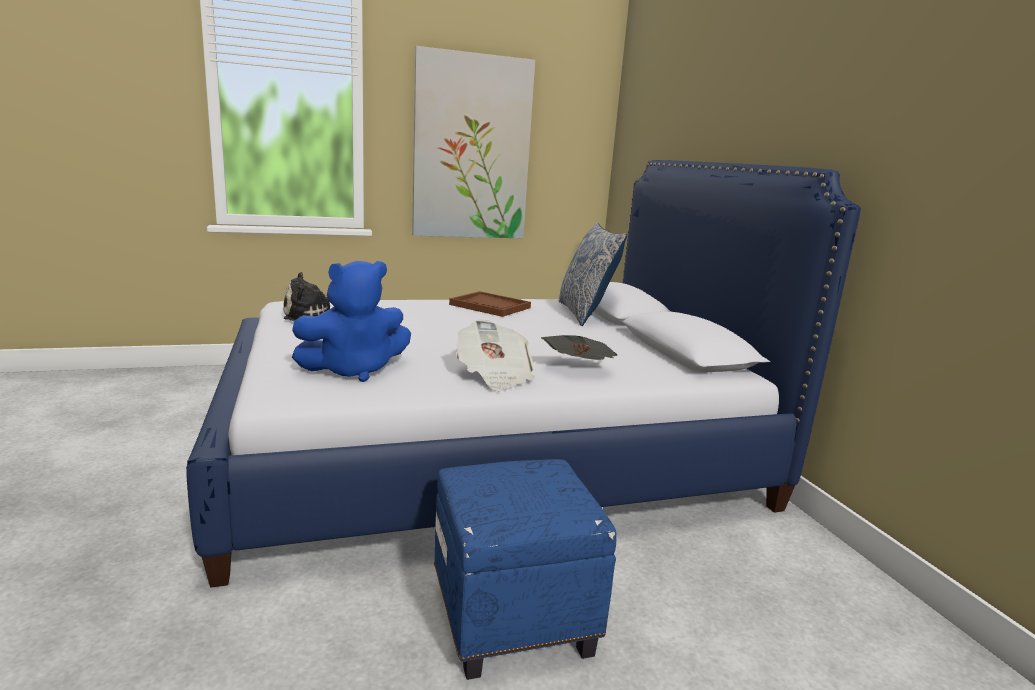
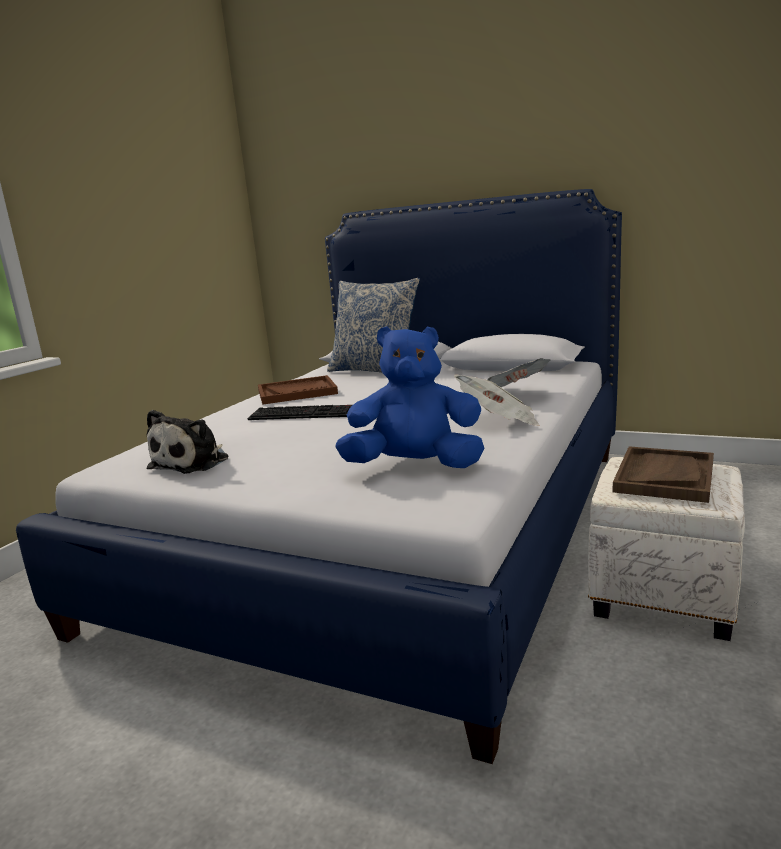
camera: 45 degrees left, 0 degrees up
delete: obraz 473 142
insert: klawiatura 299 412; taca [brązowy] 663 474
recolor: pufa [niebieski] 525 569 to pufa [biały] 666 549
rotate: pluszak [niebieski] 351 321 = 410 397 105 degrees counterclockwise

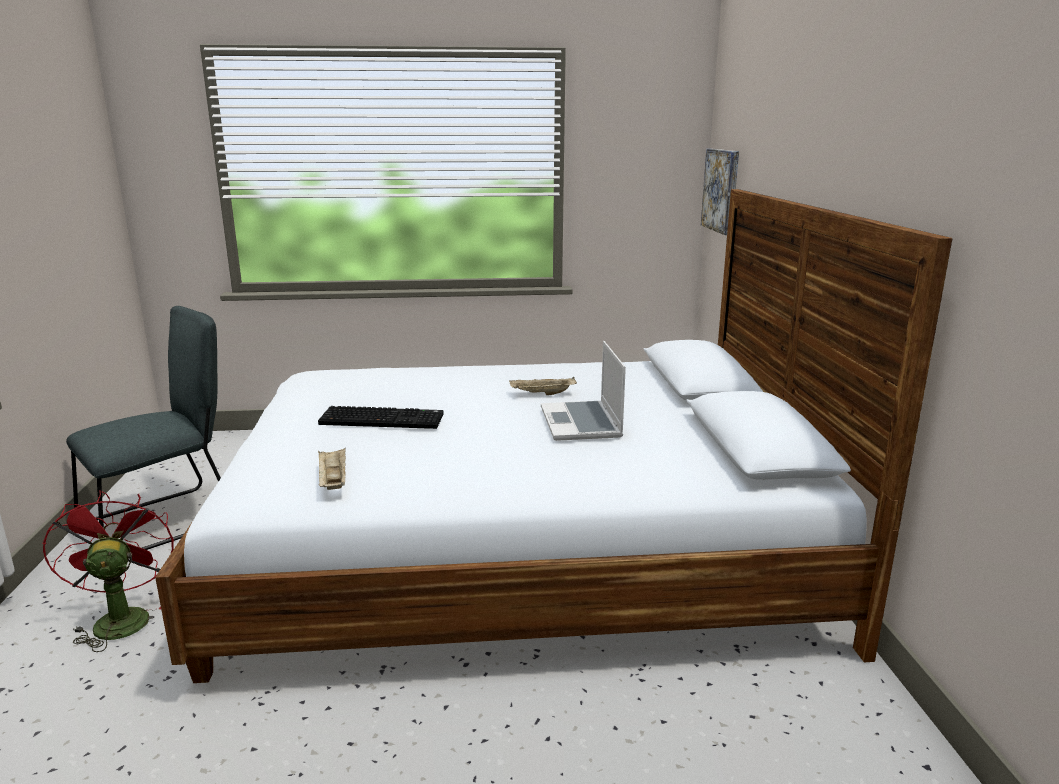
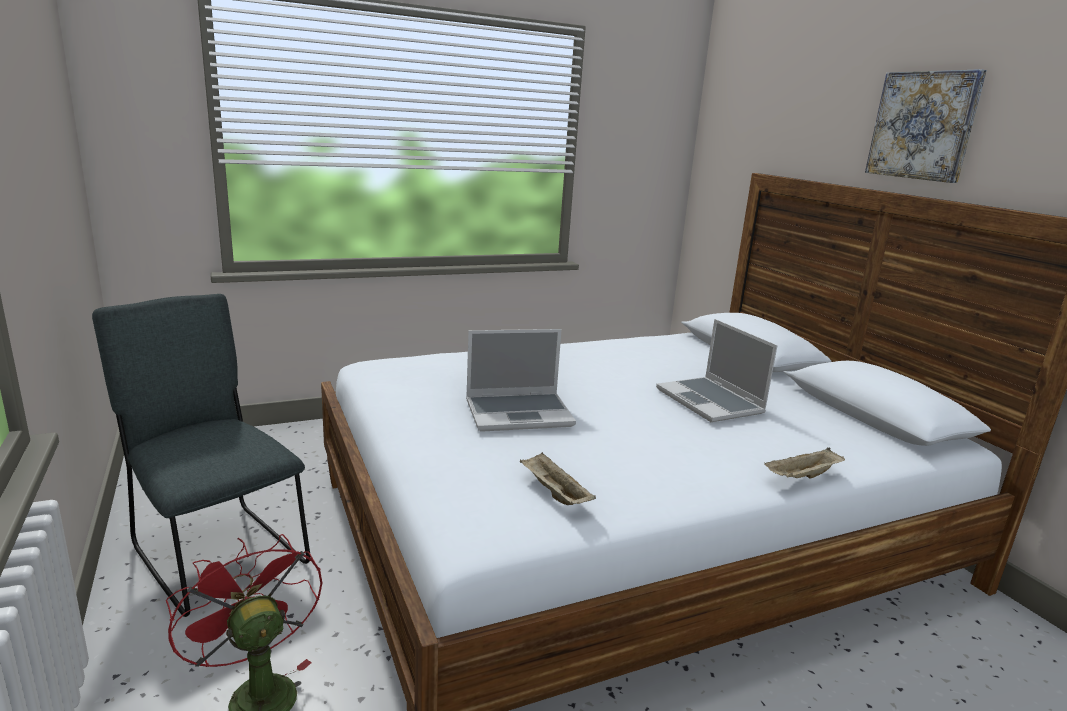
camera: 20 degrees left, 0 degrees up
move: taca [beżowy] 543 386 to 804 463; obraz 720 192 to 926 126
replace: klawiatura 381 417 to laptop 521 380
rotate: krzesło [szary] 143 428 = 201 455 75 degrees counterclockwise

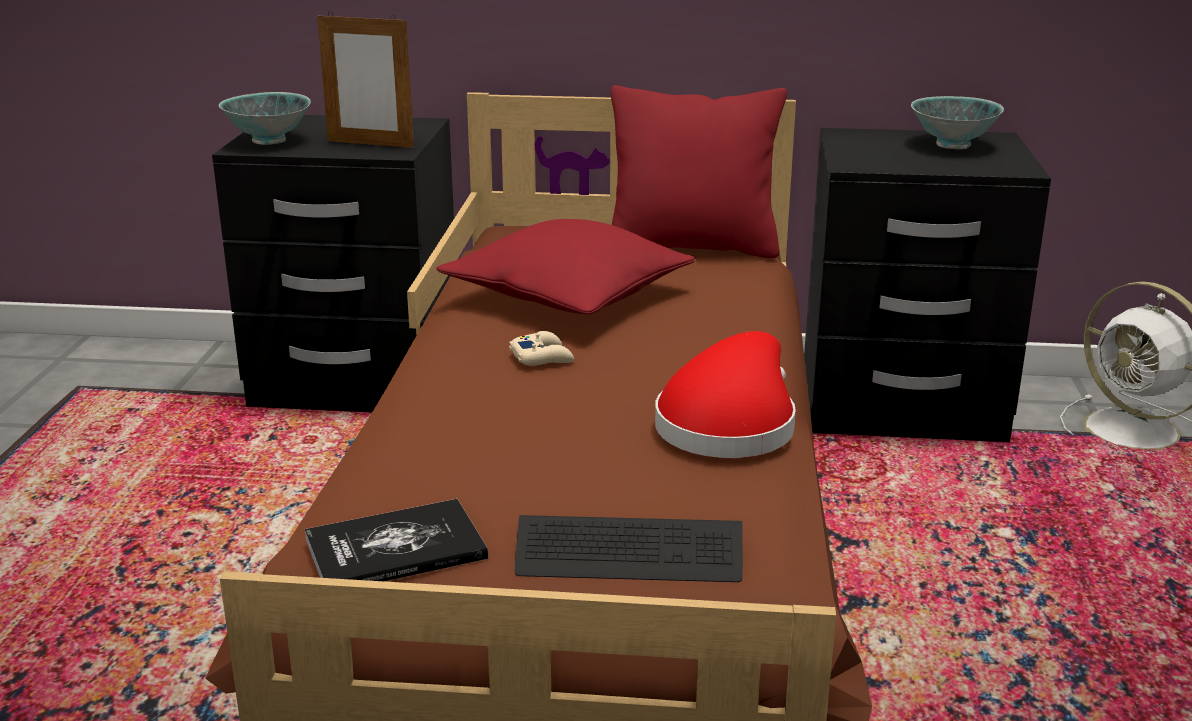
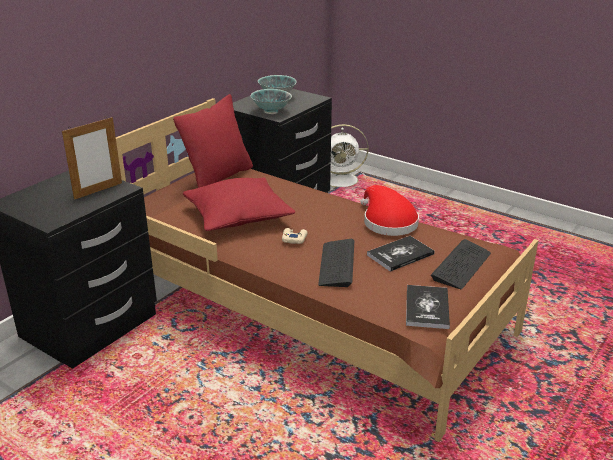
camera: 60 degrees left, 5 degrees up
insert: klawiatura 336 263; książka 401 254
move: miska 265 118 to 271 101

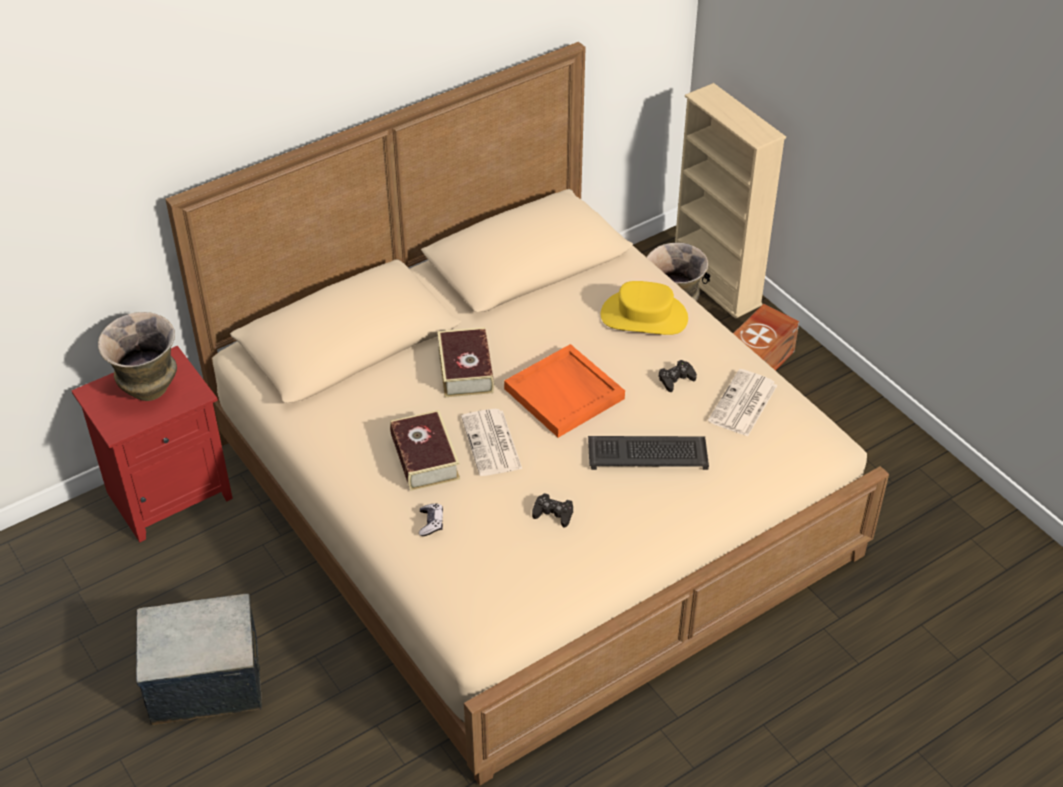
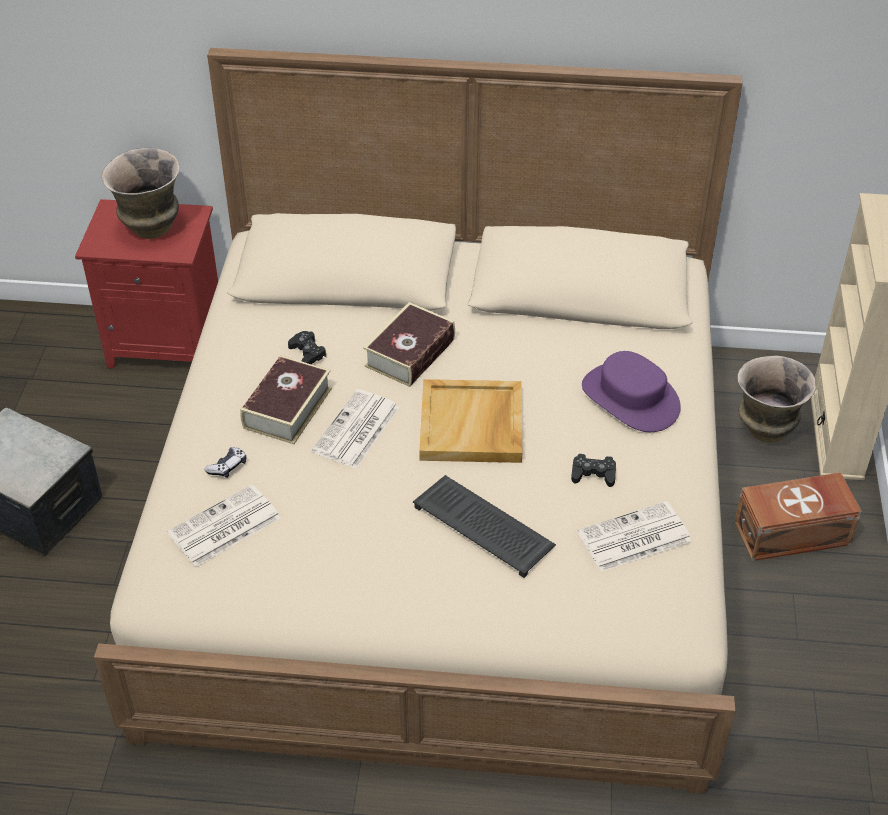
camera: 40 degrees right, 0 degrees up
insert: gazeta 224 525
move: pad do gier [czarny] 552 510 to 307 347
recolor: taca [pomarańczowy] 564 391 to taca [beżowy] 470 421; kapelusz [żółty] 644 308 to kapelusz [fioletowy] 631 391

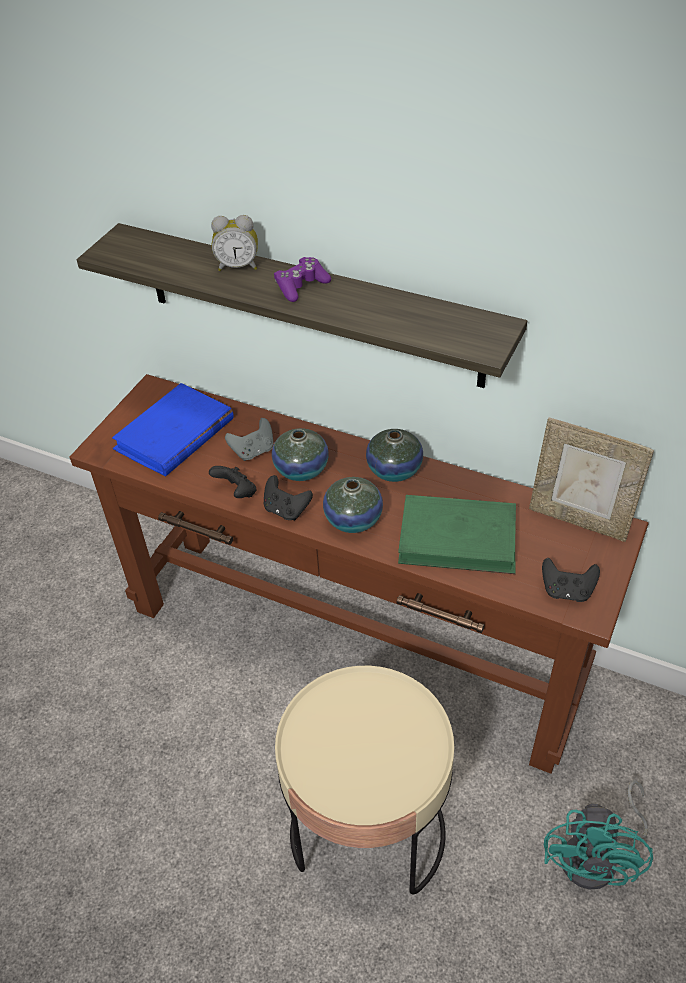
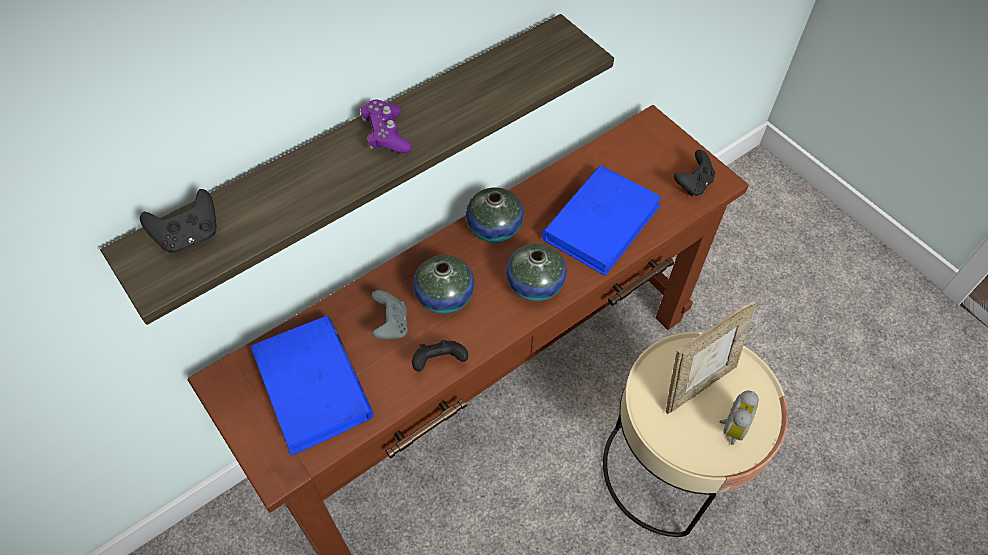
camera: 65 degrees left, 10 degrees up
delete: wentylator [turkusowy] 598 835
move: budzik 234 243 to 739 417; pad do gier [czarny] 288 497 to 178 221; ramka na zdjęcie 591 479 to 711 357
recolor: książka [zielony] 457 534 to książka [niebieski] 602 220

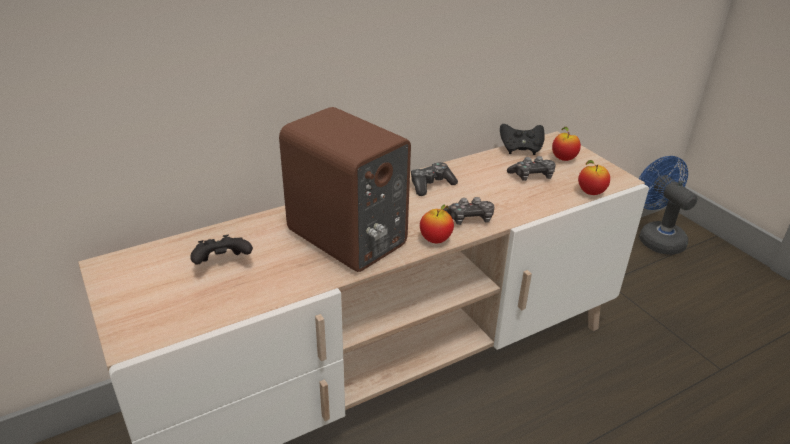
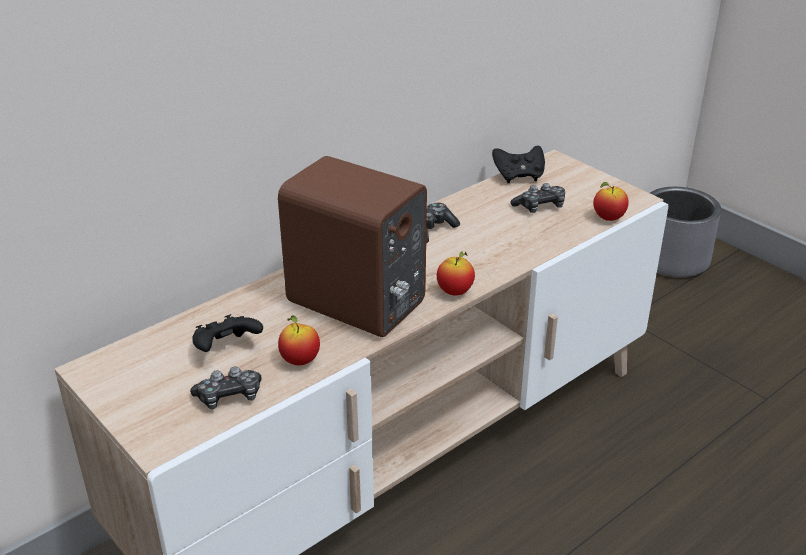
camera: 10 degrees left, 0 degrees up
move: pad do gier 468 211 to 226 387; jabłko 566 144 to 299 340
replace: wentylator [niebieski] 668 205 to donica [szary] 685 232

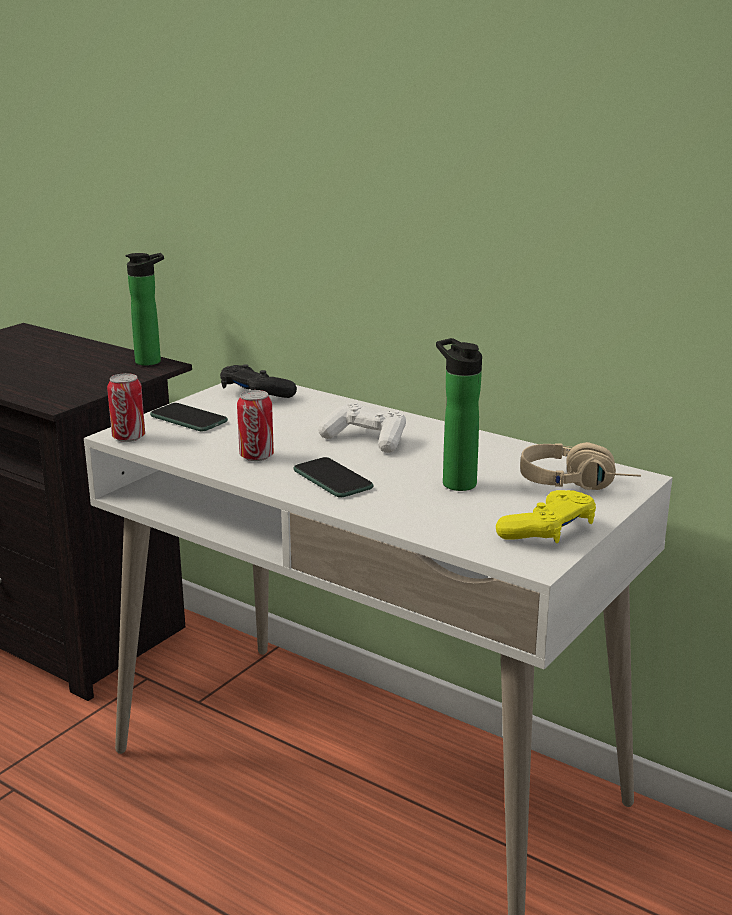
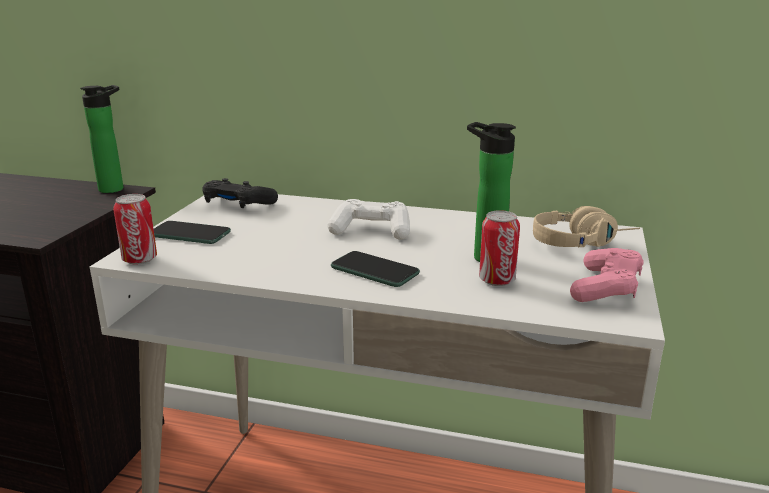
camera: 20 degrees left, 0 degrees up
move: puszka 255 425 to 499 248
recolor: pad do gier [żółty] 546 516 to pad do gier [różowy] 607 275

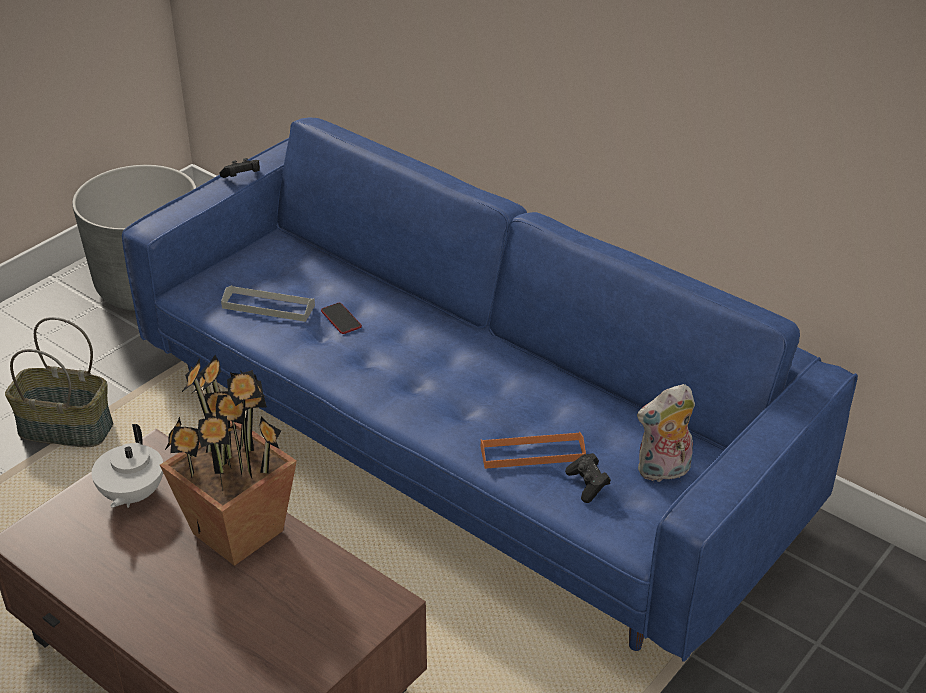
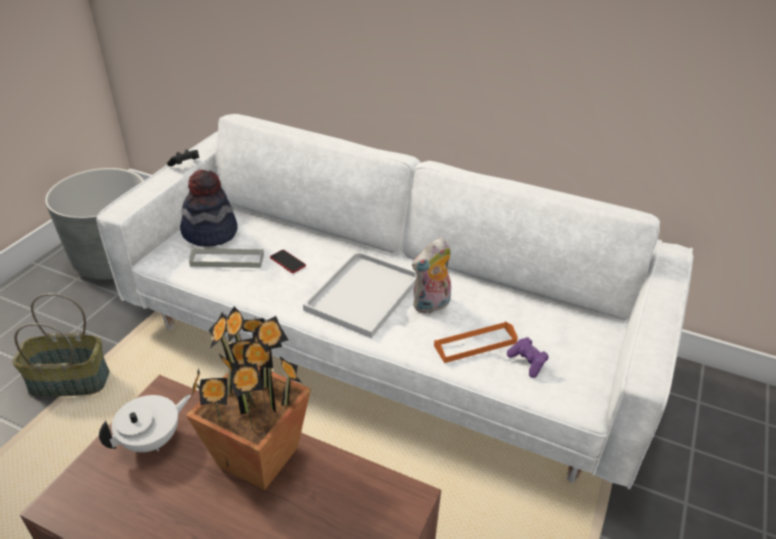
camera: 15 degrees left, 0 degrees up
insert: kapelusz 209 208; taca [biały] 360 294
move: pluszak 666 433 to 431 275
recolor: kanapa [niebieski] 490 390 to kanapa [biały] 394 301; pad do gier [czarny] 588 478 to pad do gier [fioletowy] 528 357
rotate: imbryk [biały] 127 466 = 145 423 120 degrees counterclockwise

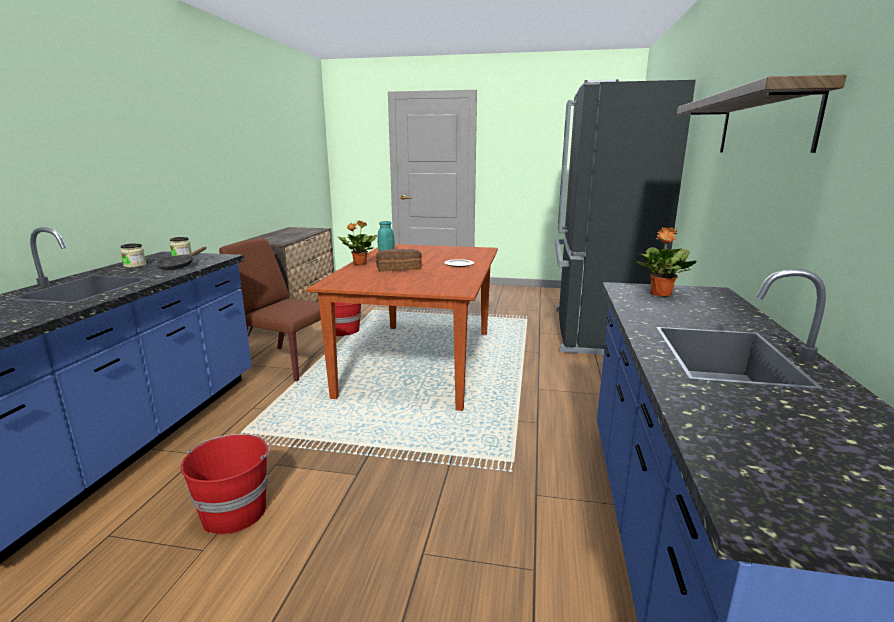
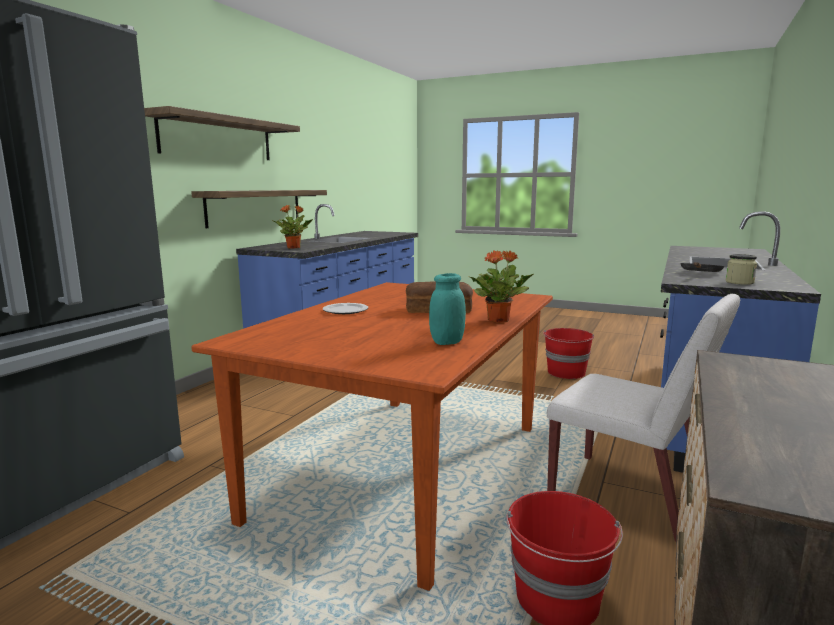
camera: 165 degrees left, 5 degrees down
delete: słoik 133 255
insert: półka 259 209
recolor: krzesło [brązowy] 270 309 to krzesło [biały] 643 418

